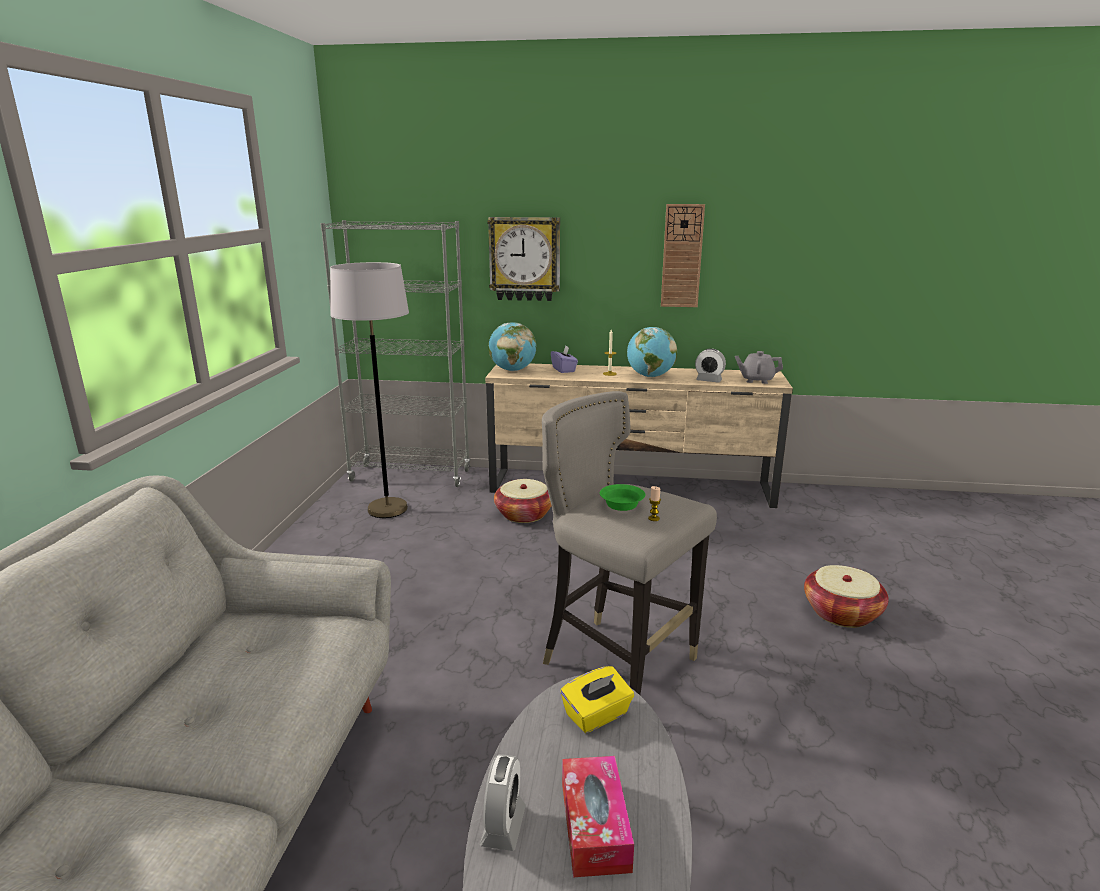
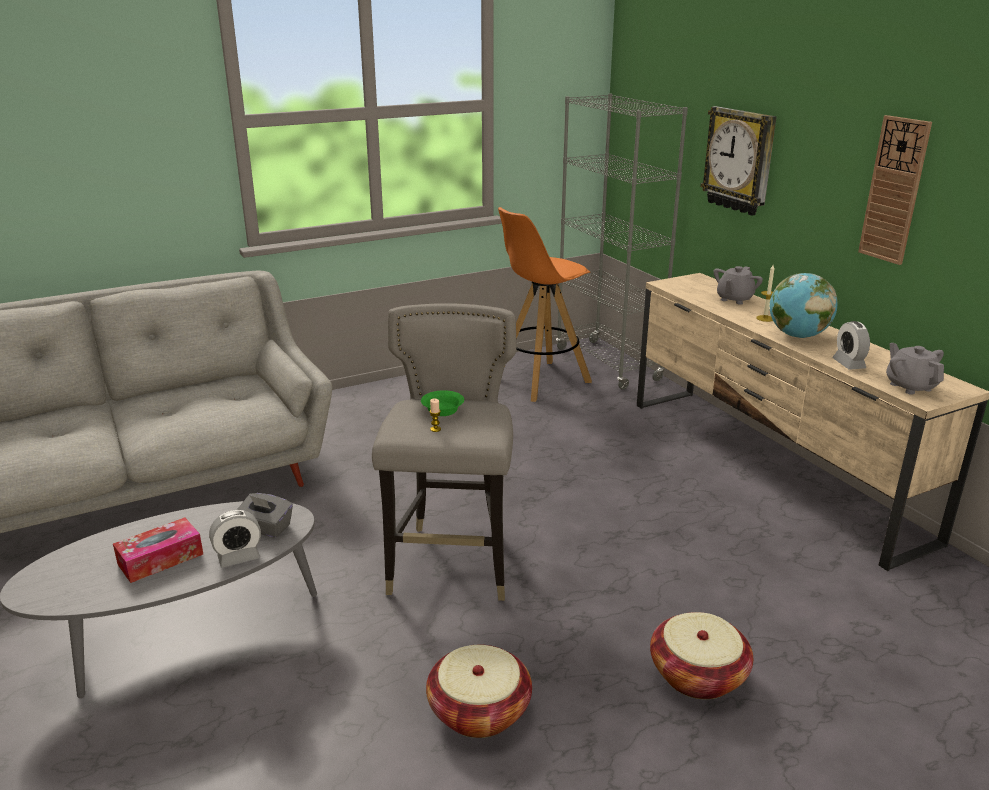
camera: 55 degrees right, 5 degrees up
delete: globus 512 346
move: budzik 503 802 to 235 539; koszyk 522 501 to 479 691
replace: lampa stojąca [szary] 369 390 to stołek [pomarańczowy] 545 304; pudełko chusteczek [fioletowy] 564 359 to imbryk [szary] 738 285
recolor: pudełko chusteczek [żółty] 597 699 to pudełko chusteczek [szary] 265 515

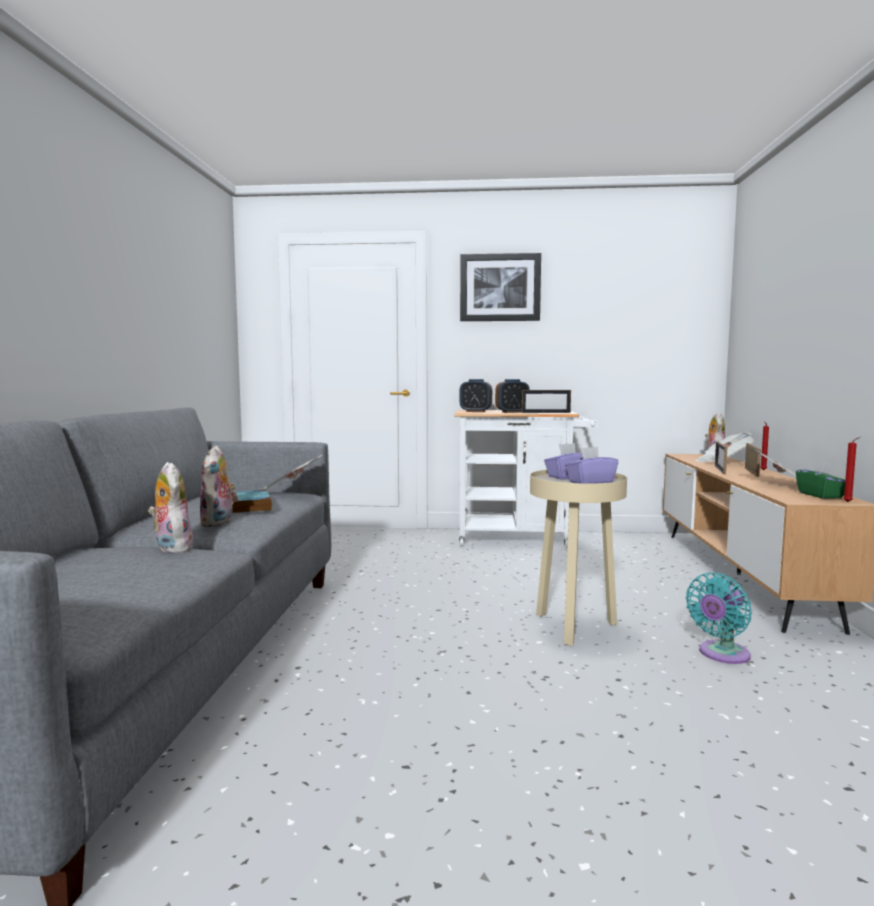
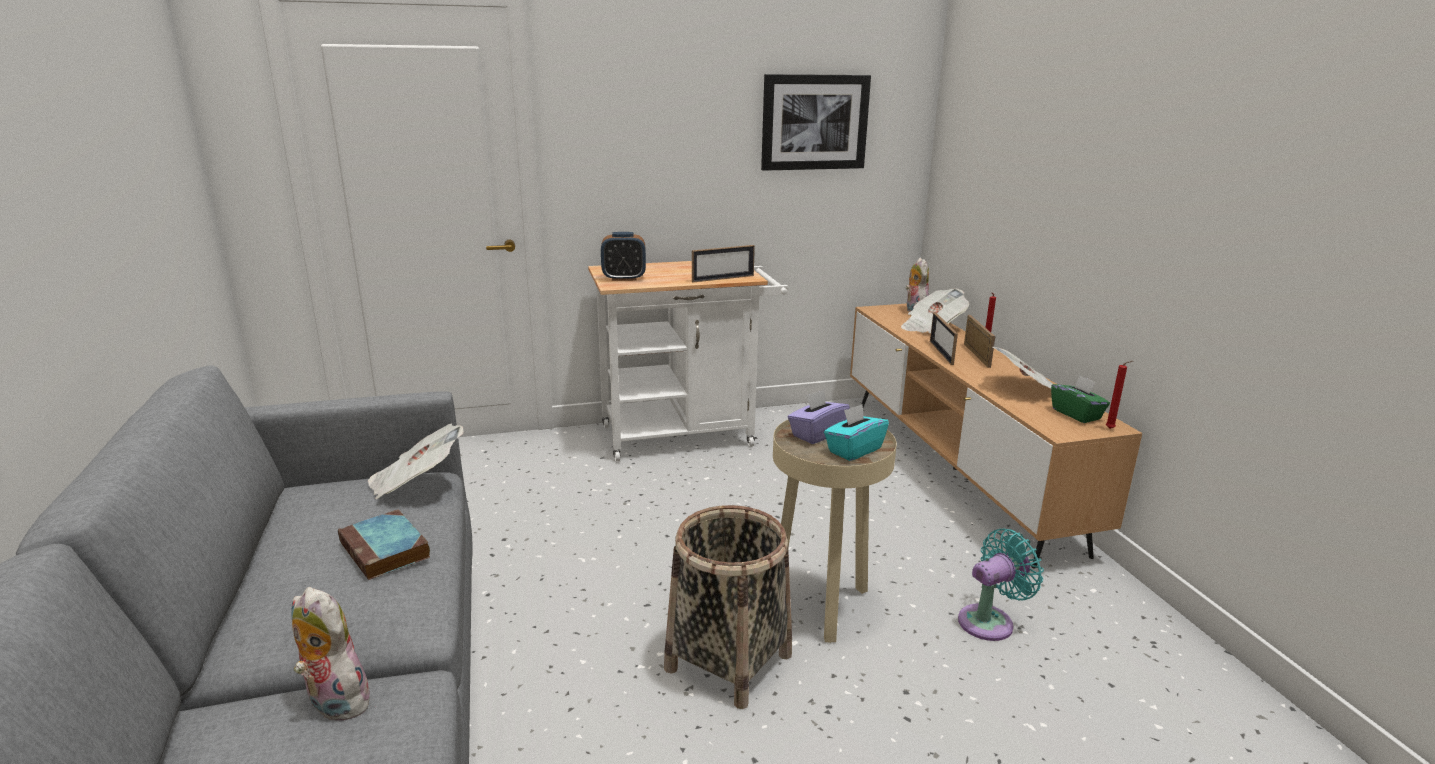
camera: 20 degrees left, 15 degrees up
delete: pluszak 218 486; budzik 512 396
insert: koszyk 728 607
move: obraz 500 287 to 816 122
recolor: pudełko chusteczek [fioletowy] 591 465 to pudełko chusteczek [turkusowy] 856 432
rotate: wentylator [turkusowy] 719 618 = 1001 585 150 degrees counterclockwise

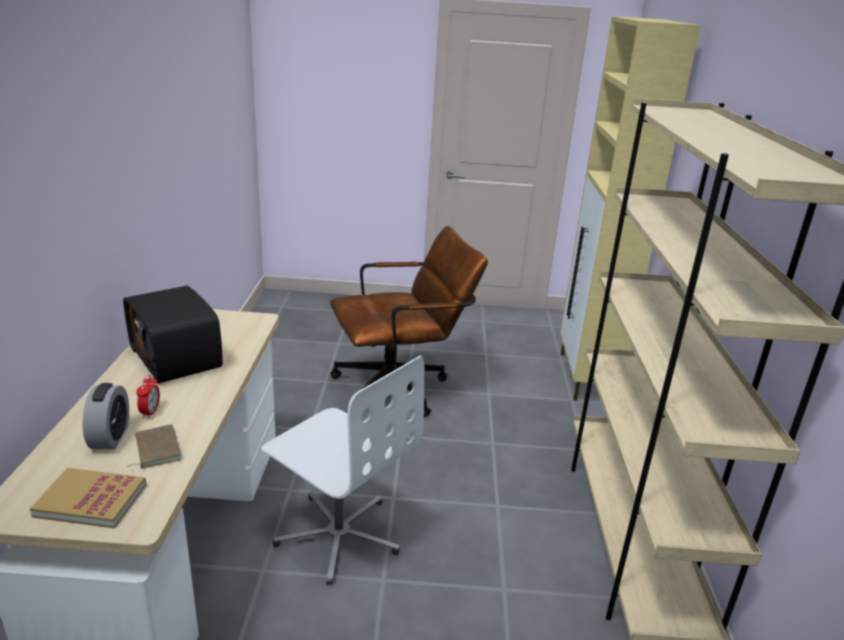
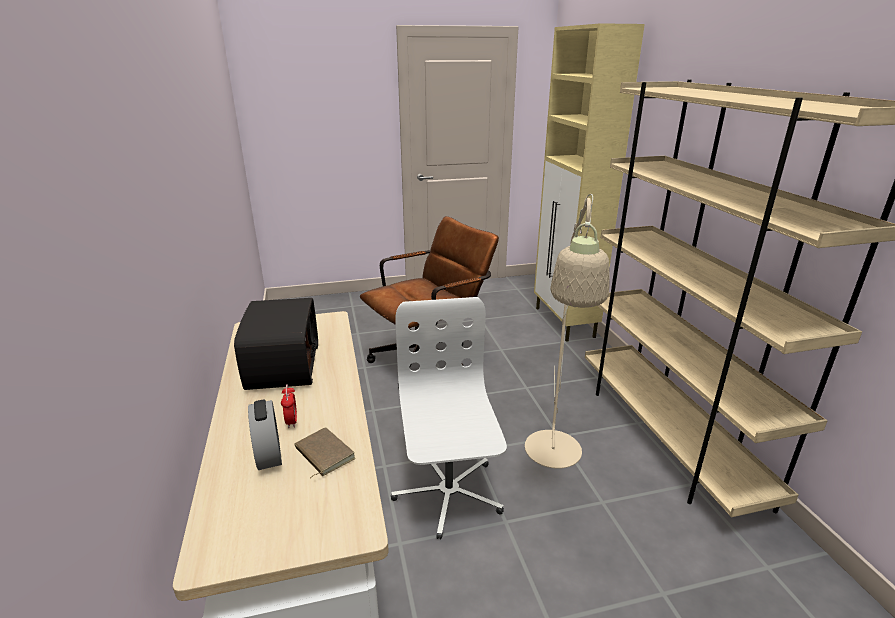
camera: 15 degrees left, 0 degrees up
delete: książka 88 498
insert: lampa stojąca [beżowy] 567 331
rotate: radio 173 335 = 276 344 135 degrees counterclockwise; krzesło biurowe [biały] 342 470 = 449 418 120 degrees counterclockwise

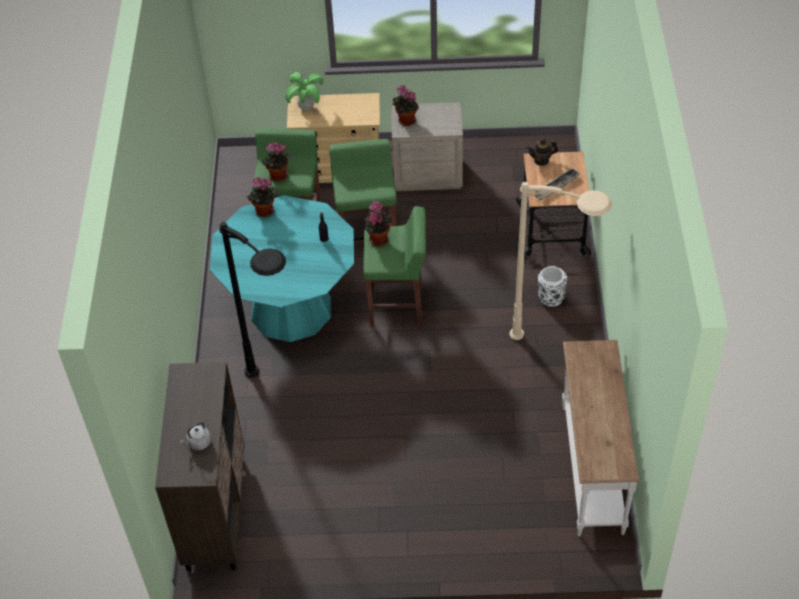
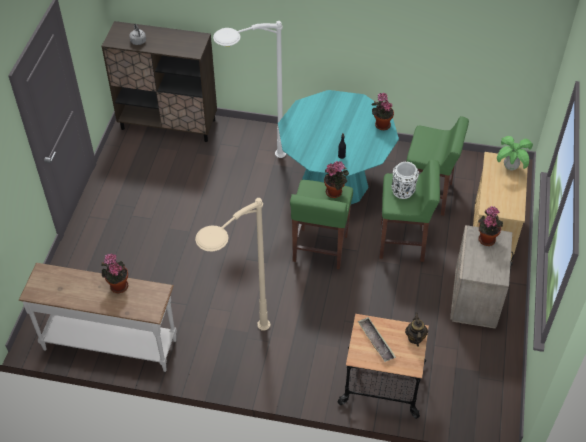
camera: 100 degrees right, 0 degrees up
move: roślina doniczkowa 276 162 to 114 273; wazon [biały] 552 286 to 405 180
recolor: lampa stojąca [czarny] 252 300 to lampa stojąca [biały] 249 89

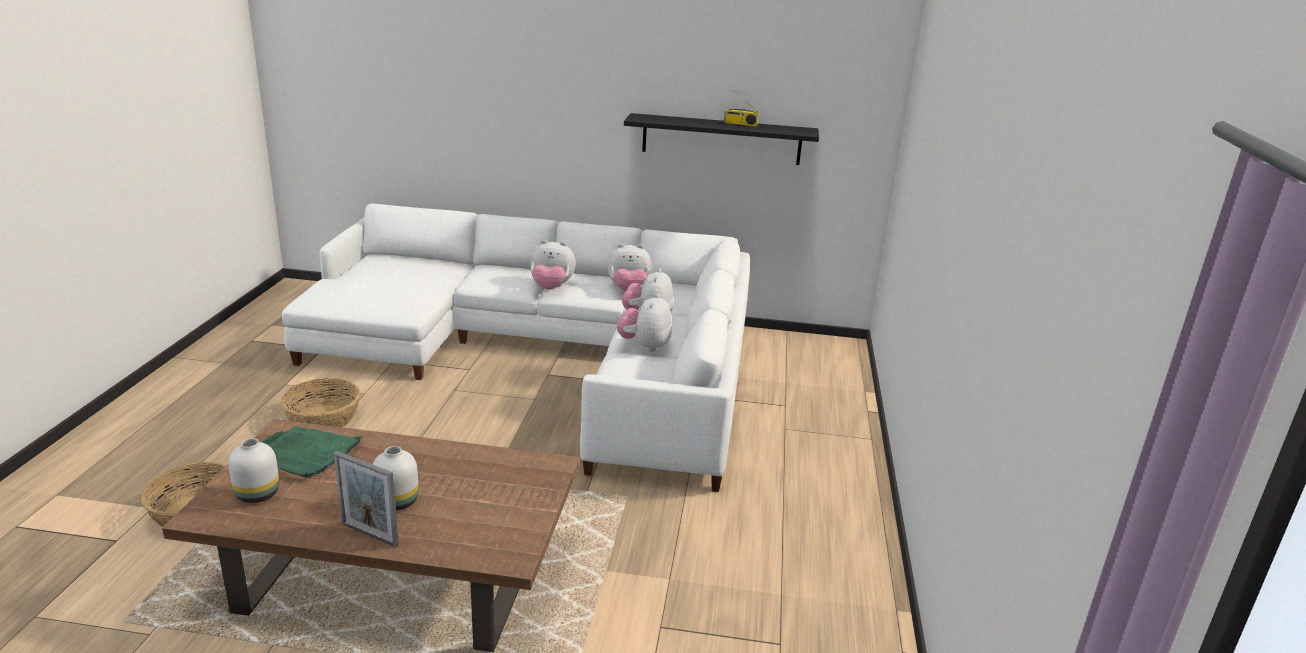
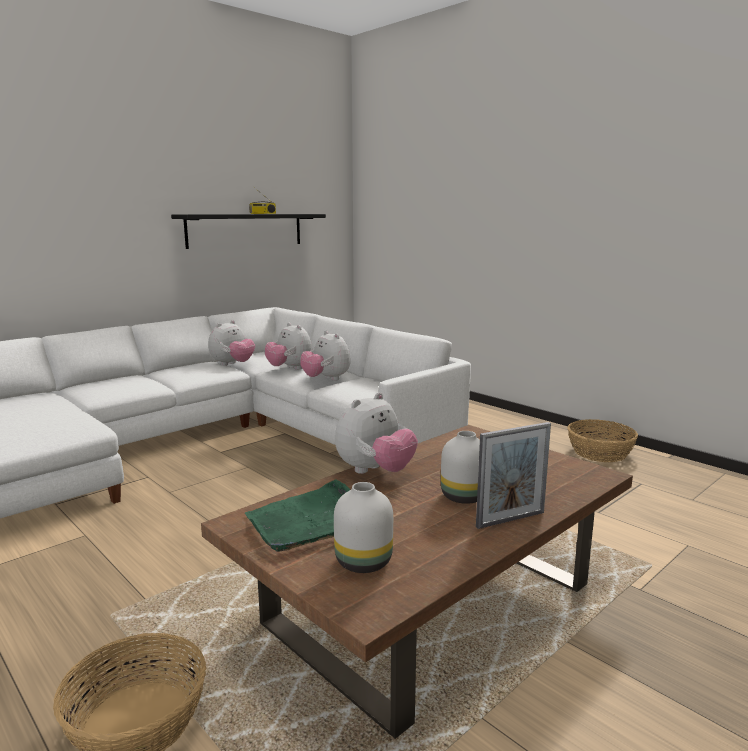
camera: 50 degrees left, 10 degrees down
move: koszyk 320 402 to 602 440; pluszak 553 265 to 376 433

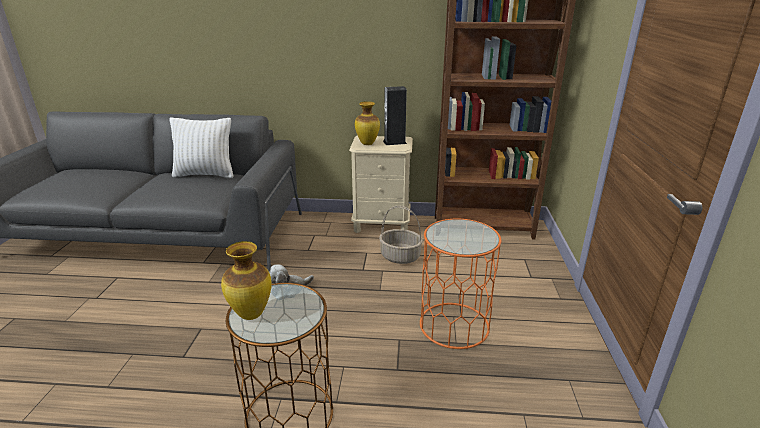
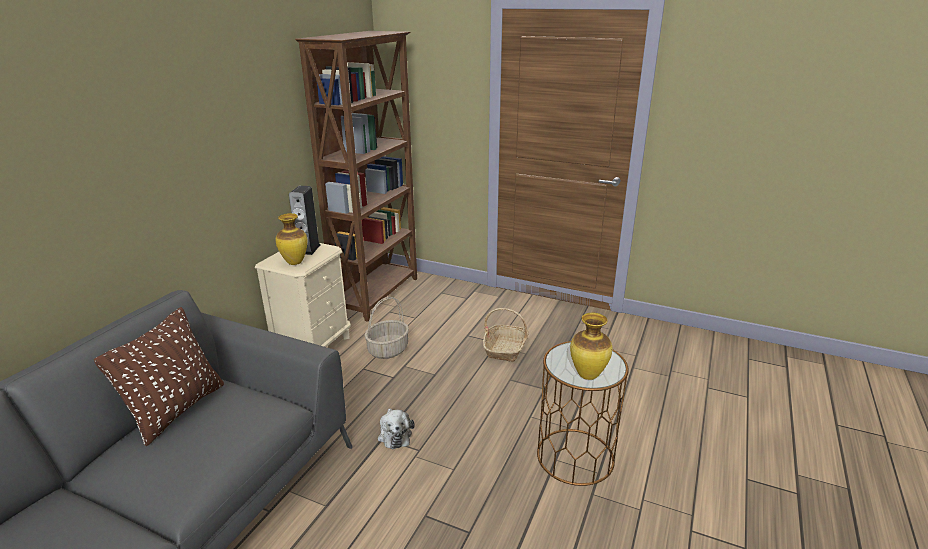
camera: 70 degrees left, 0 degrees up
replace: stolik [pomarańczowy] 460 284 to koszyk 506 335
recolor: poduszka [biały] 201 147 to poduszka [brązowy] 159 376

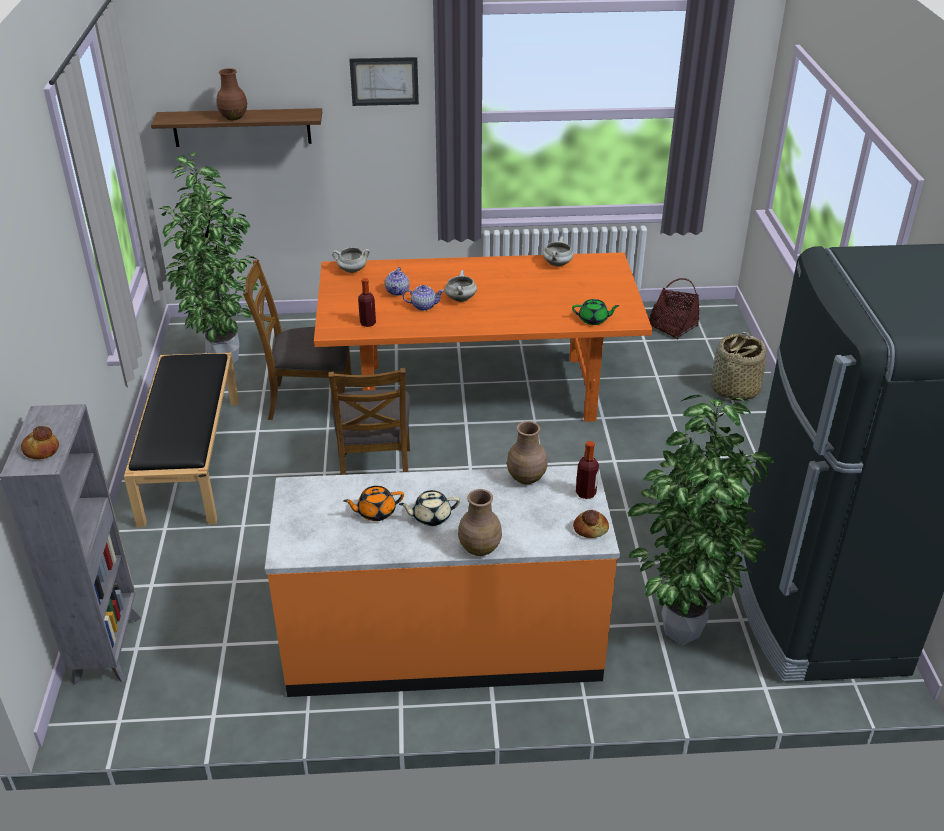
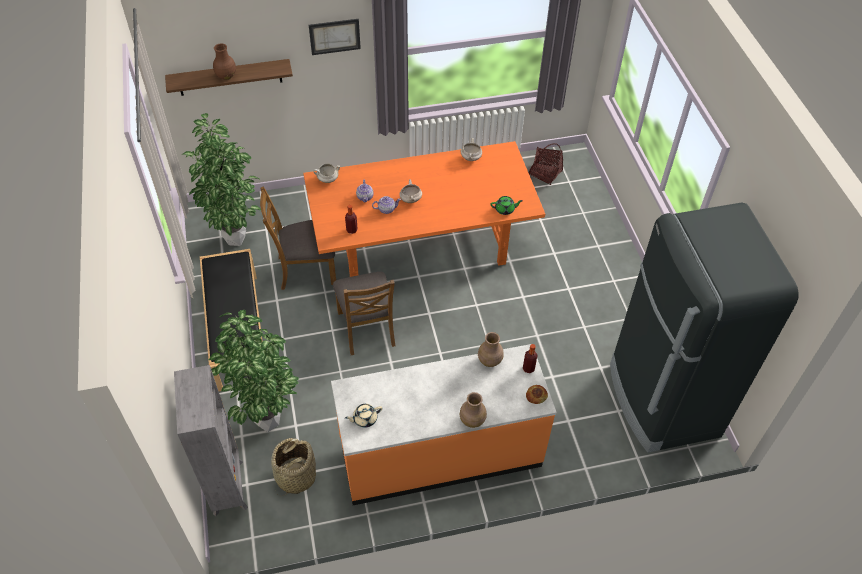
camera: 10 degrees left, 15 degrees up
delete: chleb 40 442; imbryk [pomarańczowy] 373 503
move: imbryk [beżowy] 429 508 to 363 416; roślina doniczkowa 701 520 to 254 371; koszyk 738 366 to 293 467

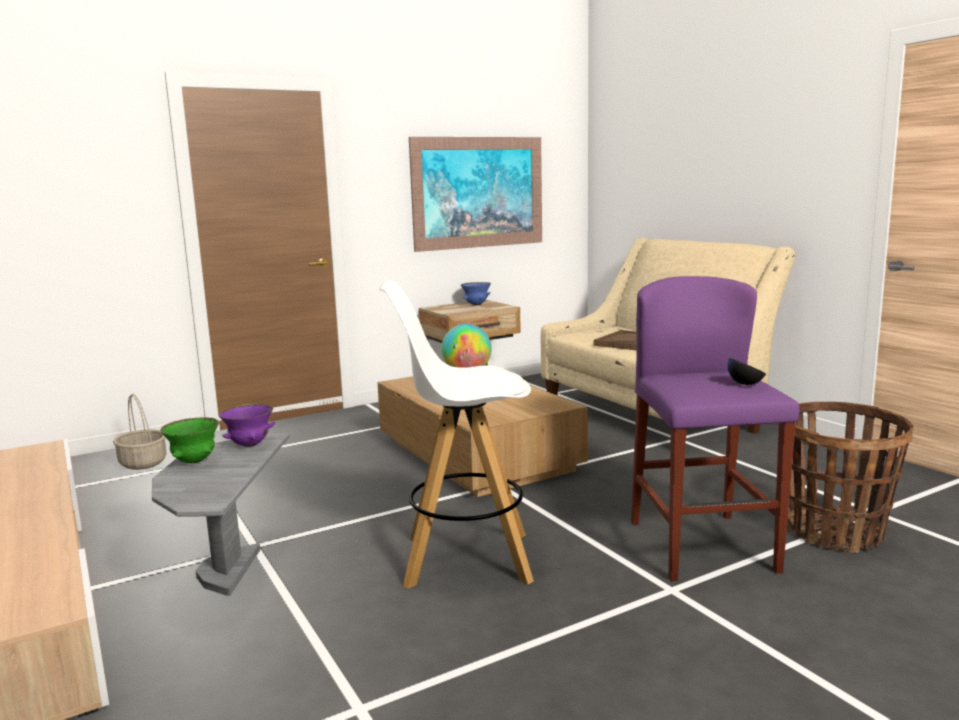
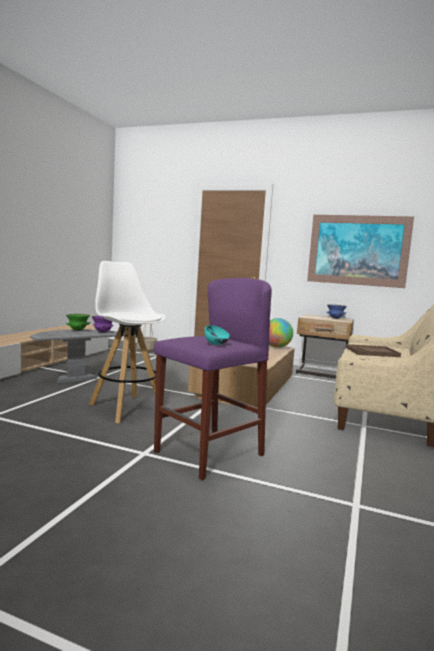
camera: 50 degrees right, 5 degrees down
delete: koszyk 845 477
recolor: miska [czarny] 746 371 to miska [turkusowy] 217 335

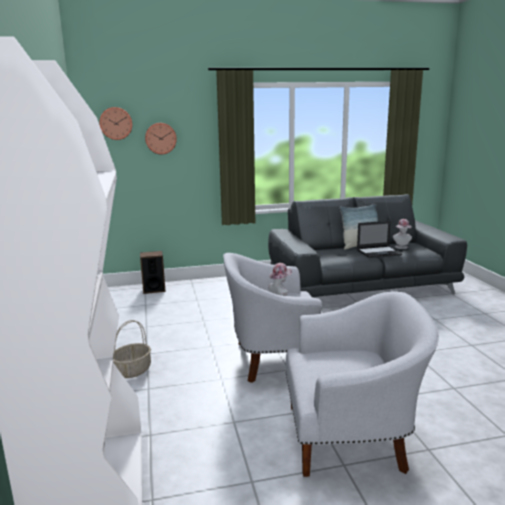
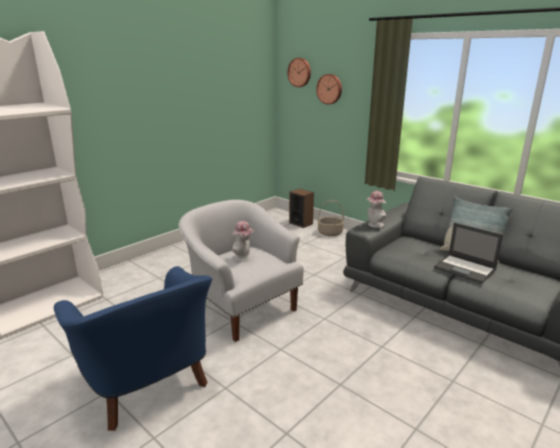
camera: 55 degrees right, 5 degrees up
move: koszyk 132 349 to 330 218; kapelusz 402 234 to 376 209
recolor: fotel [biały] 362 384 to fotel [niebieski] 133 348

